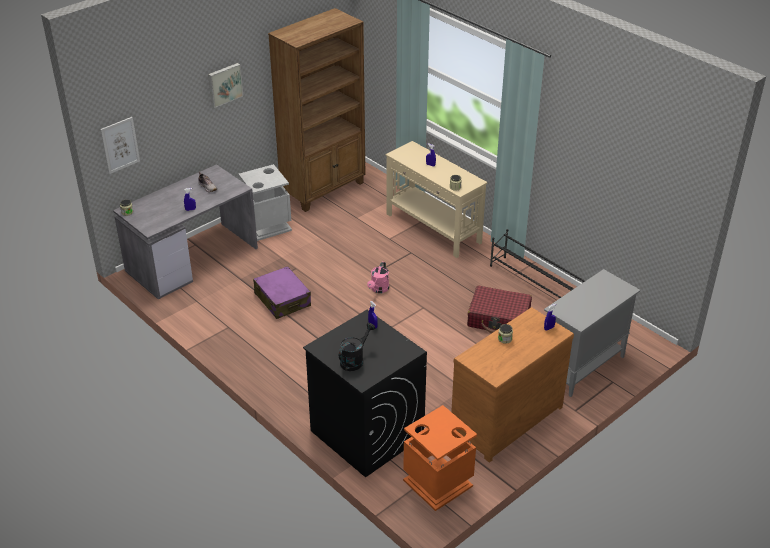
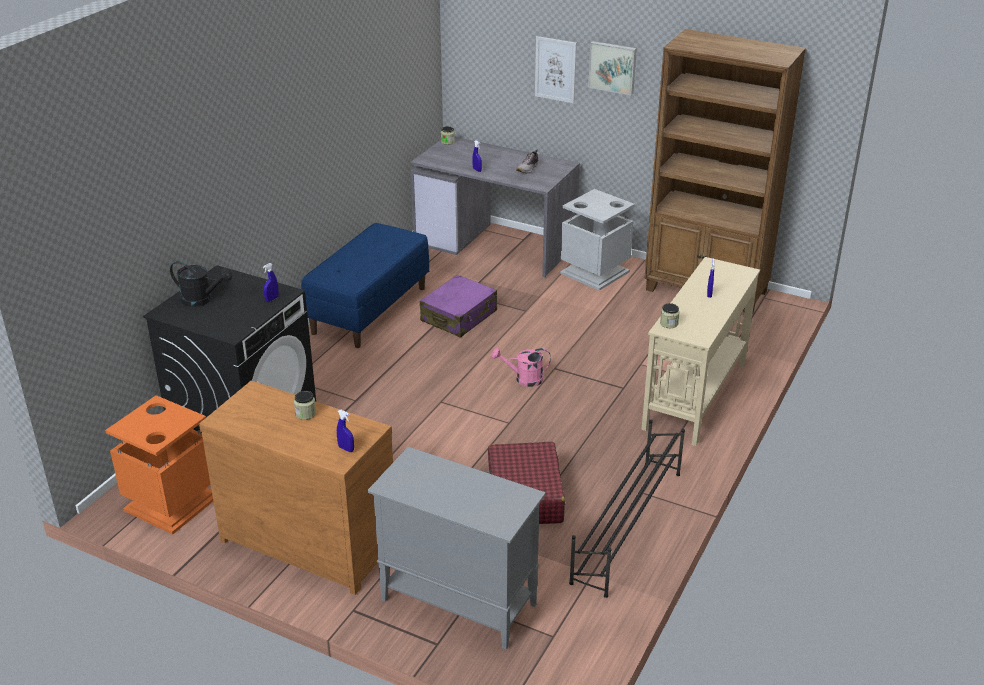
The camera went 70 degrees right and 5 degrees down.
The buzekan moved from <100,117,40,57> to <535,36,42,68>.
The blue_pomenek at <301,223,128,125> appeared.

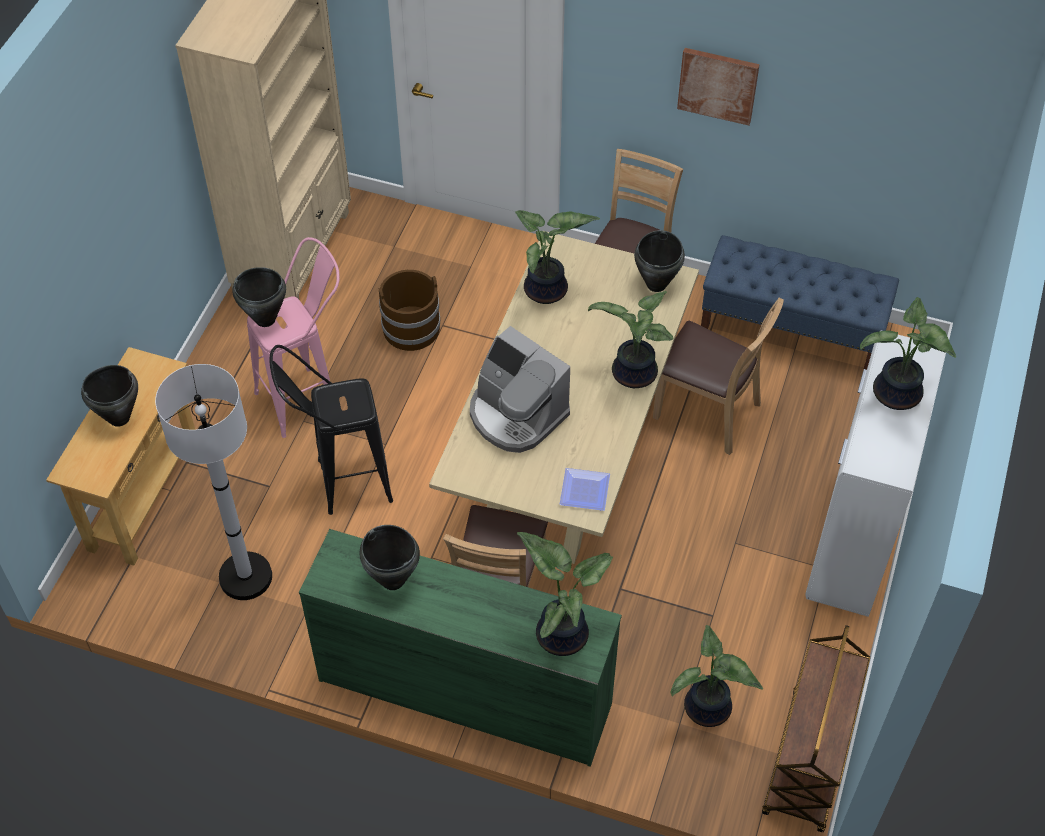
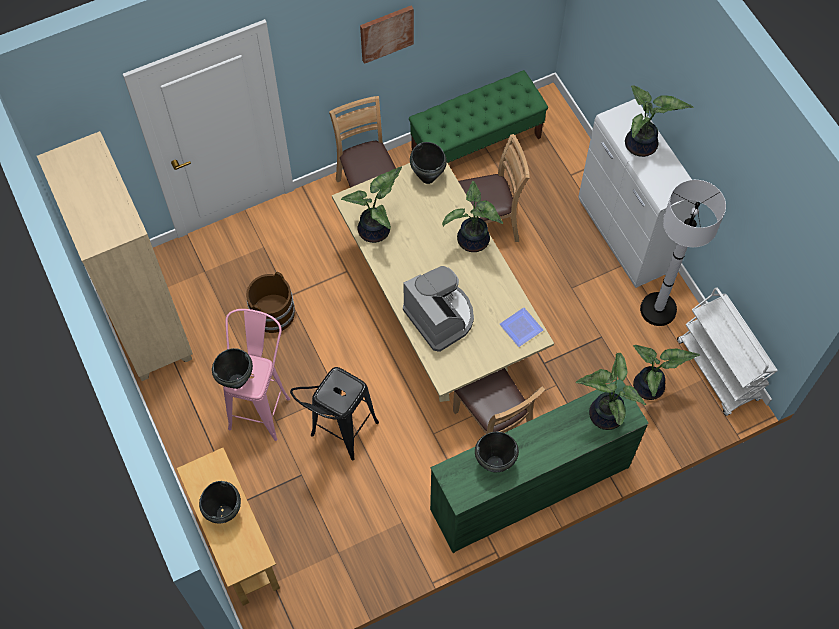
The camera went 45 degrees left and 10 degrees up.
The blue_pomenek at <701,235,198,135> became the green_pomenek at <409,70,139,93>.
The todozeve at <470,326,100,127> turned 120 degrees counterclockwise.
The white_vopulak moved from <155,364,117,236> to <640,180,86,146>.
The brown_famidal at <762,625,108,207> became the white_famidal at <677,287,100,129>.

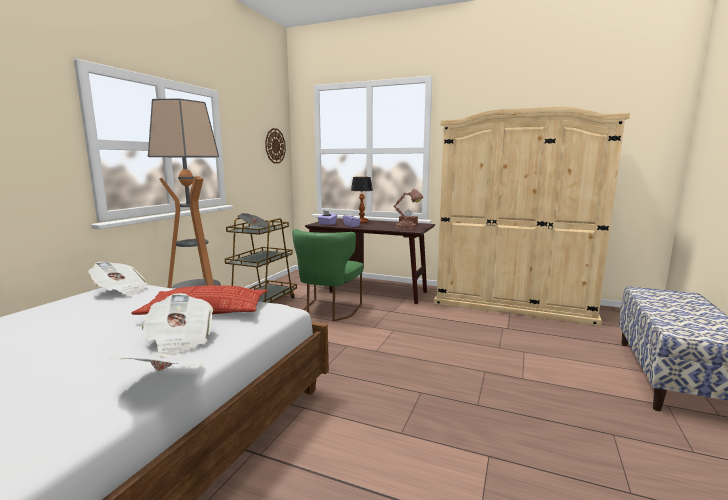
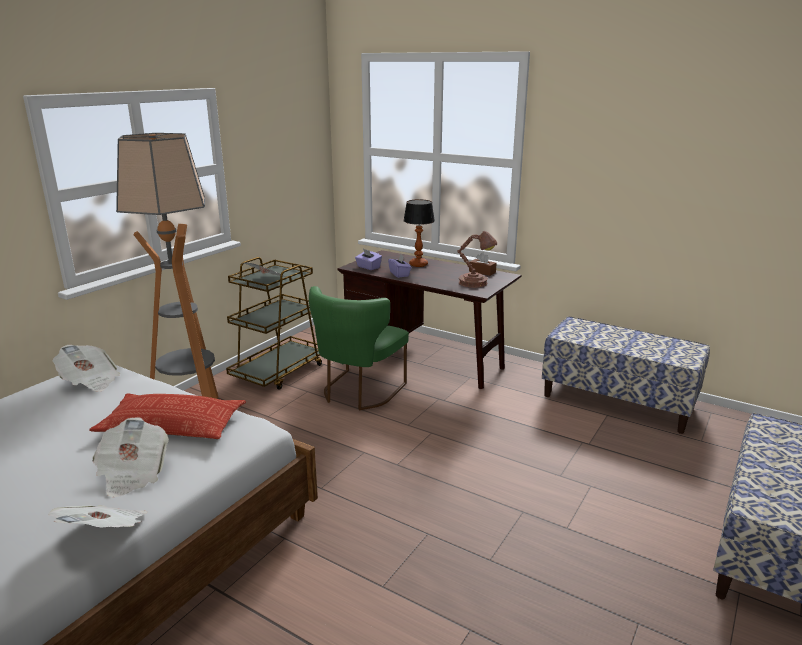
The camera went 10 degrees right and 10 degrees up.
The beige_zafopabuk at <434,107,196,219> was replaced by the pomenek at <542,317,168,117>.
The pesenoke at <265,128,21,36> disappeared.

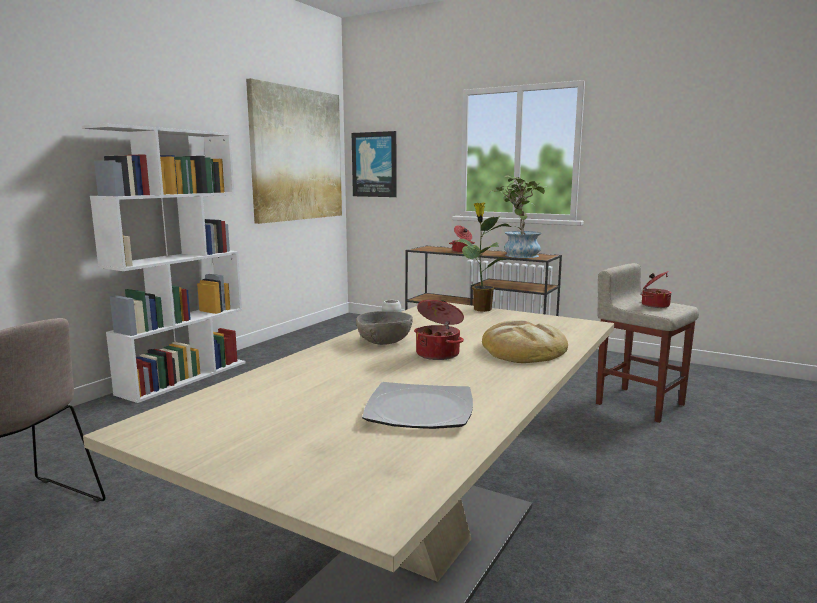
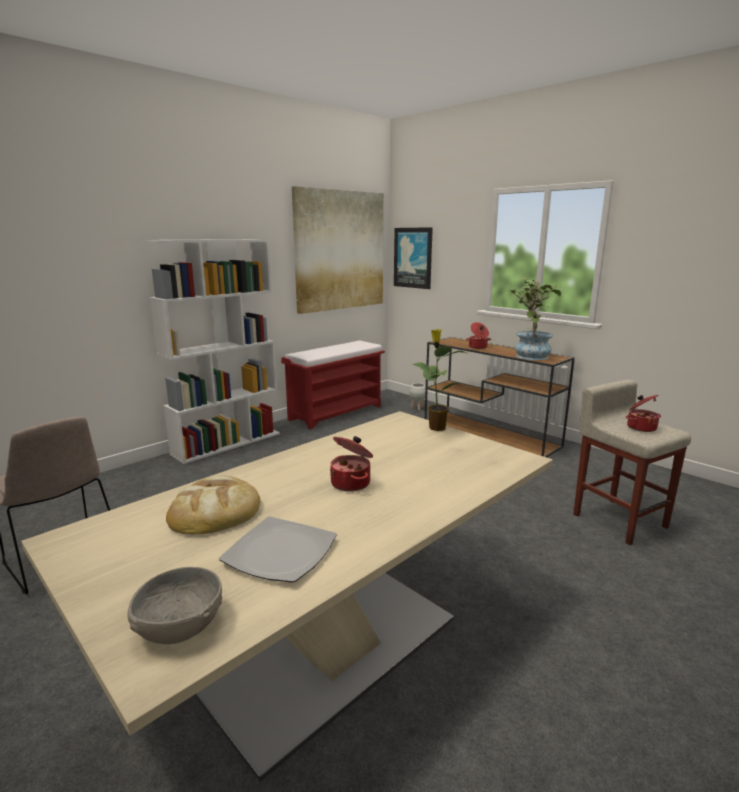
The camera went 15 degrees right and 5 degrees up.
The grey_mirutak moved from <356,311,57,34> to <127,567,95,77>.
The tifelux moved from <482,320,86,43> to <166,476,94,58>.
The red_pomenek at <281,340,104,89> appeared.

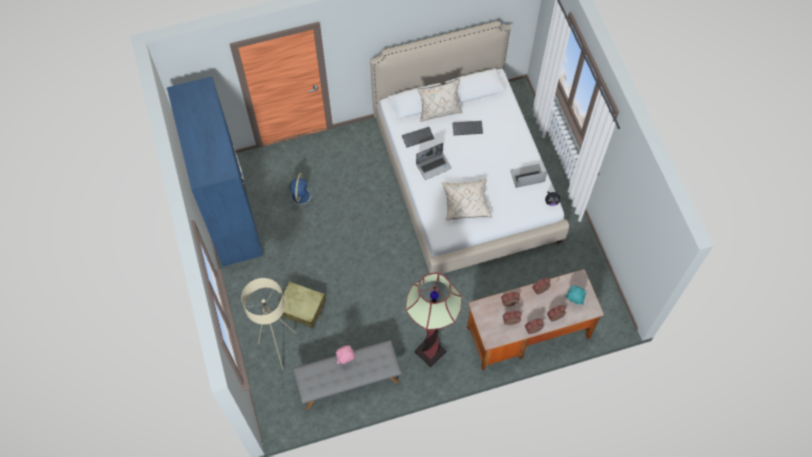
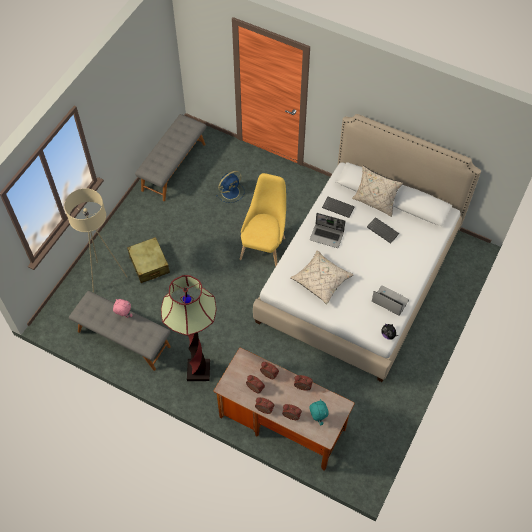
The camera went 45 degrees right and 5 degrees down.
The blue_zafopabuk at <167,76,96,191> was replaced by the grey_pomenek at <135,114,71,87>.
The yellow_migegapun at <240,173,46,94> appeared.

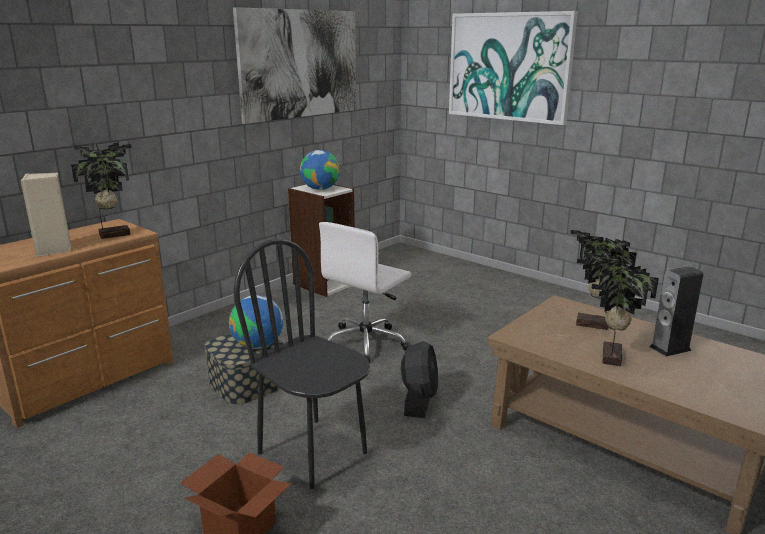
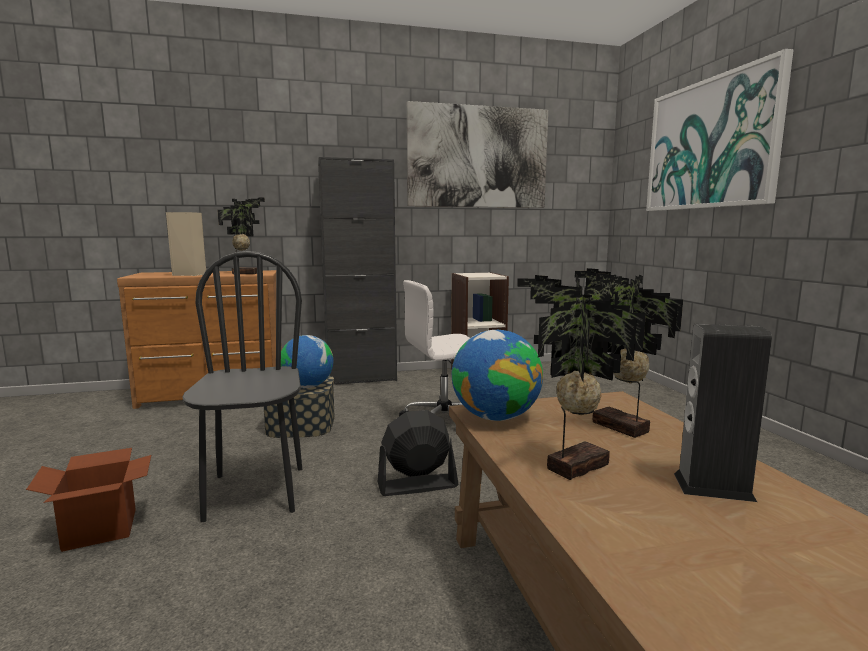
The camera went 35 degrees right and 10 degrees down.
The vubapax moved from <300,150,40,40> to <452,330,91,91>.
The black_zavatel at <401,341,37,77> turned 150 degrees counterclockwise.
The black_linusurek at <318,157,79,228> appeared.

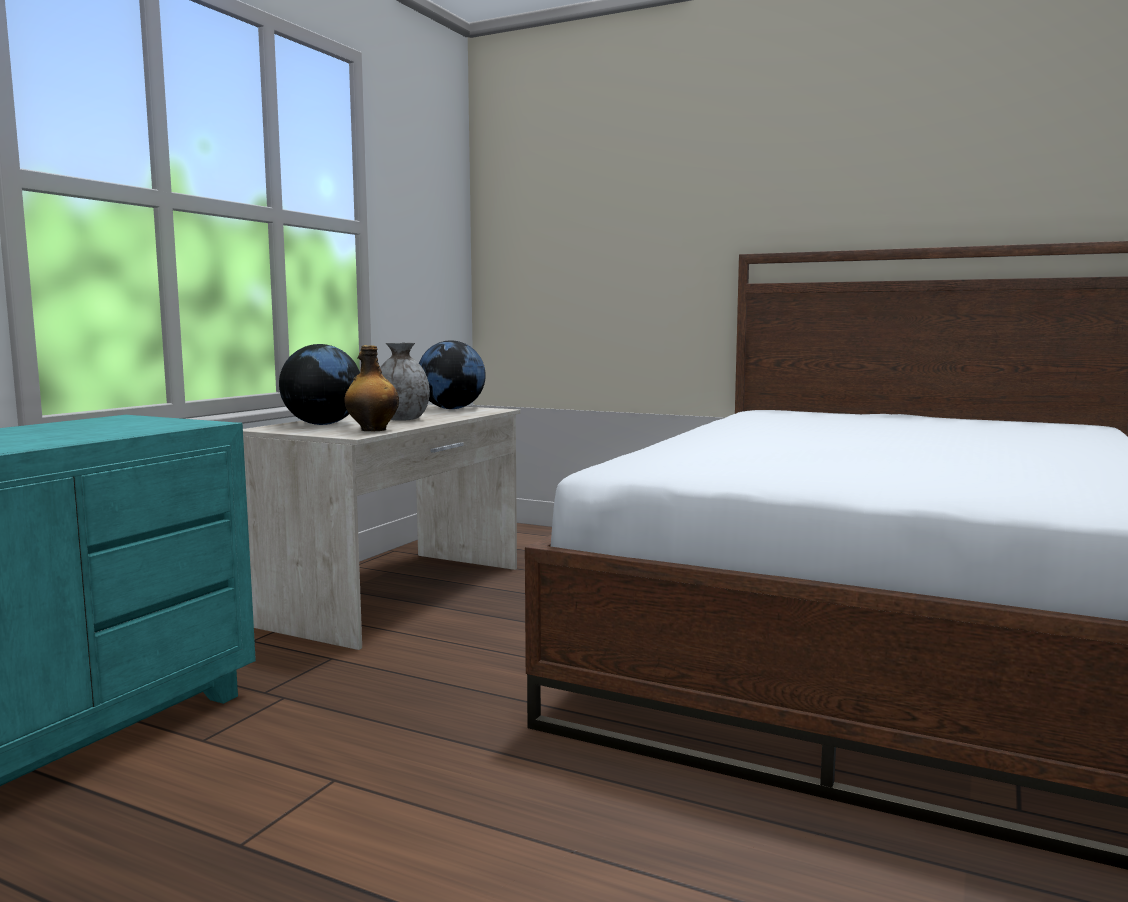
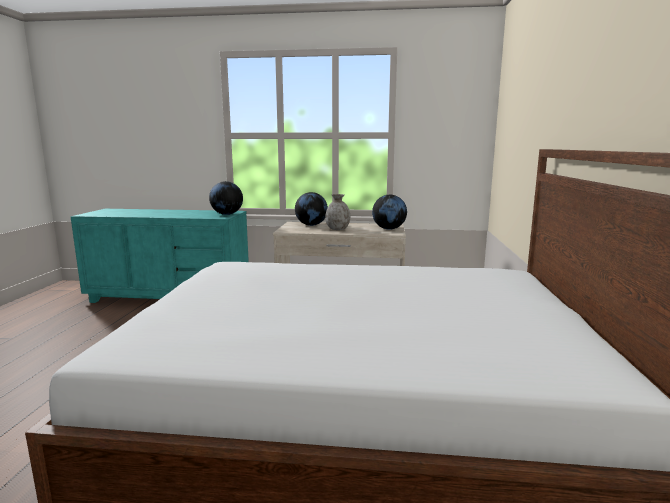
The camera went 70 degrees right and 5 degrees up.
The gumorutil at <344,345,55,86> disappeared.
The vubapax at <209,181,34,34> appeared.

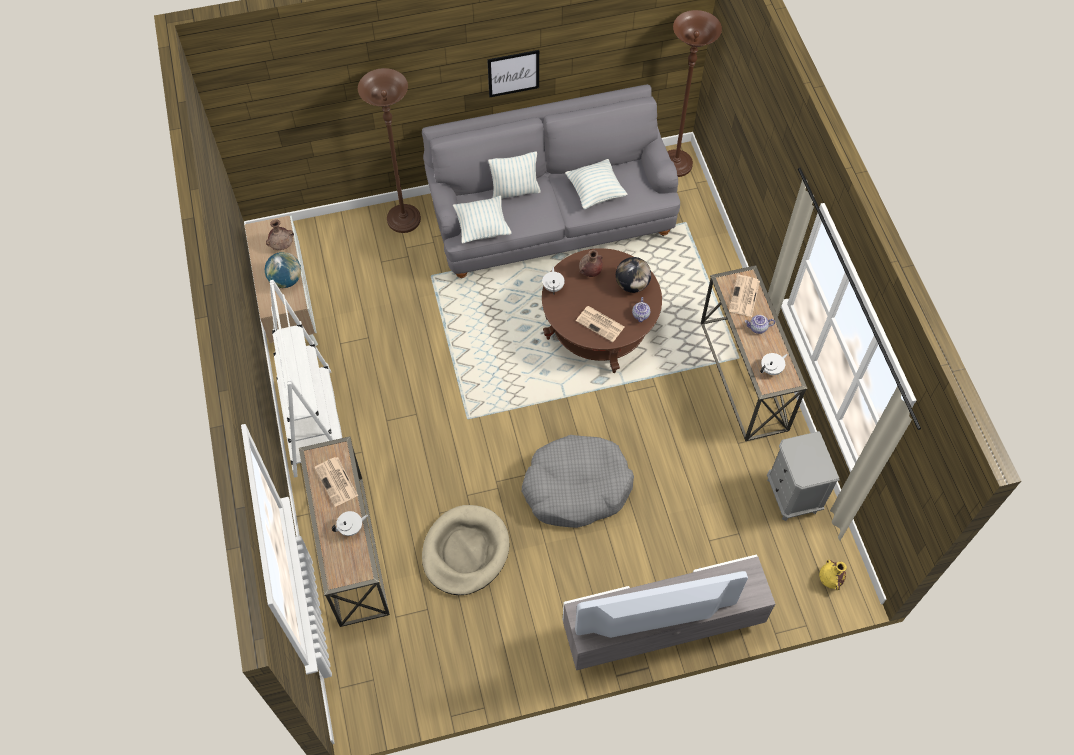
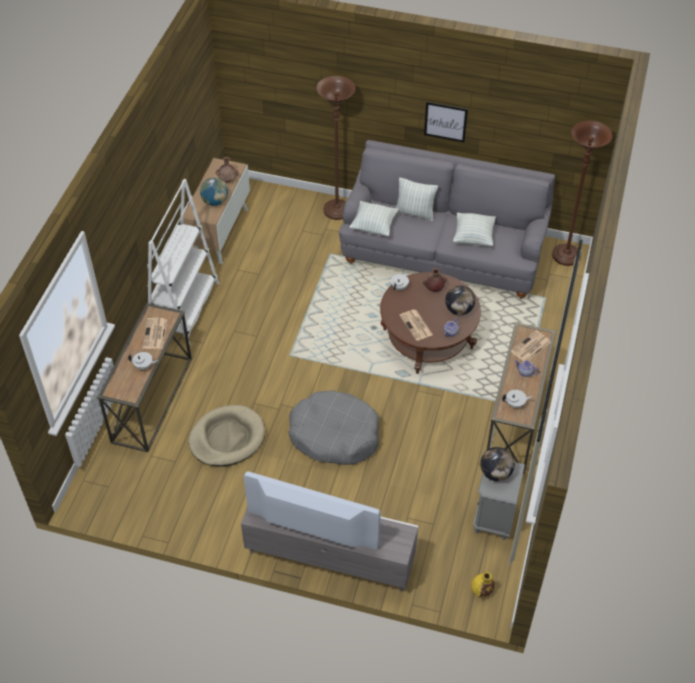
The camera went 30 degrees right and 10 degrees down.
The vubapax at <480,447,35,34> appeared.

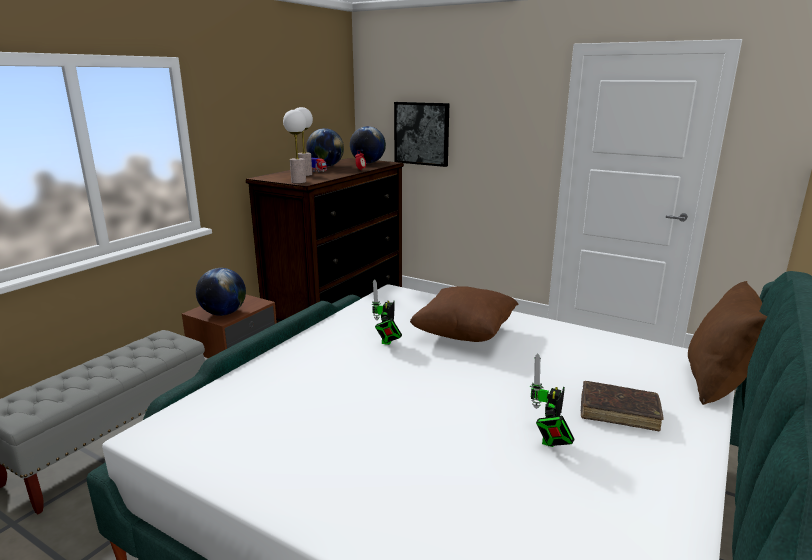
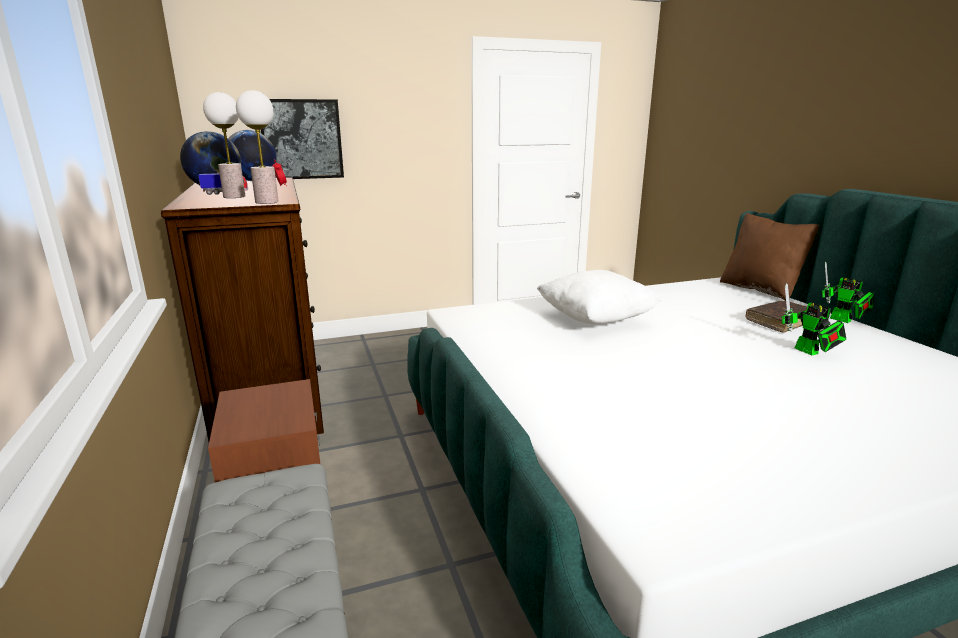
The camera went 50 degrees left and 0 degrees up.
The vubapax at <196,268,50,48> disappeared.
The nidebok moved from <371,279,31,66> to <822,262,52,61>.
The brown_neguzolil at <410,286,109,56> became the white_neguzolil at <537,270,126,54>.

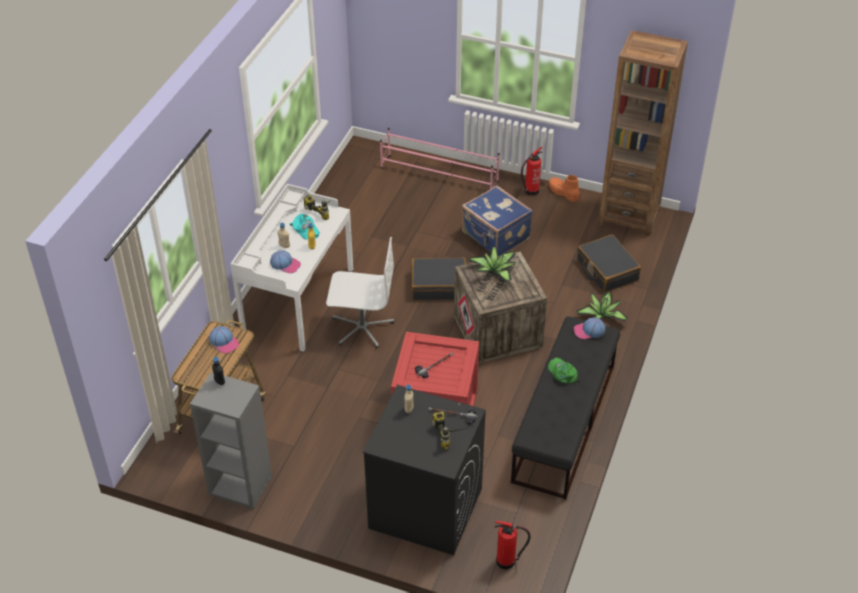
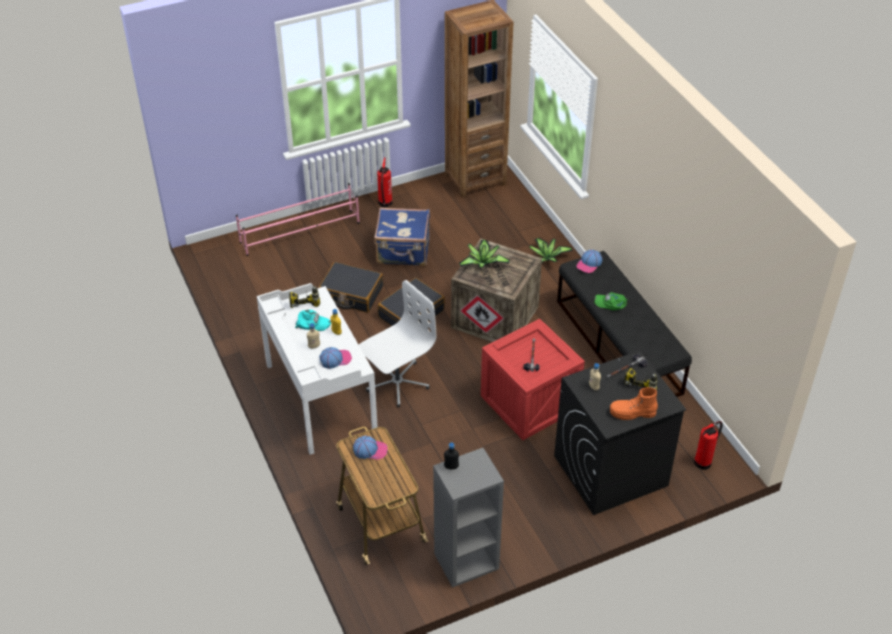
The camera went 45 degrees left and 0 degrees up.
The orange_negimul moved from <549,175,31,27> to <610,387,48,33>.
The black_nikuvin moved from <577,234,64,59> to <319,262,64,51>.

